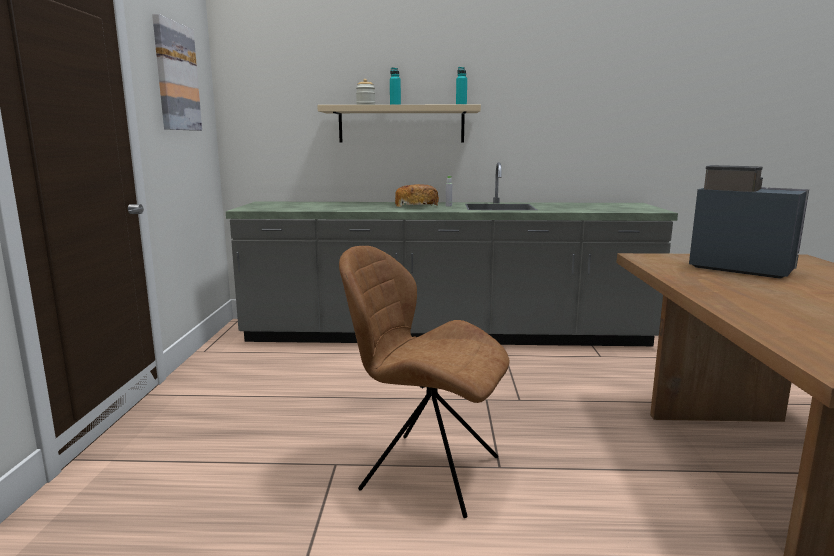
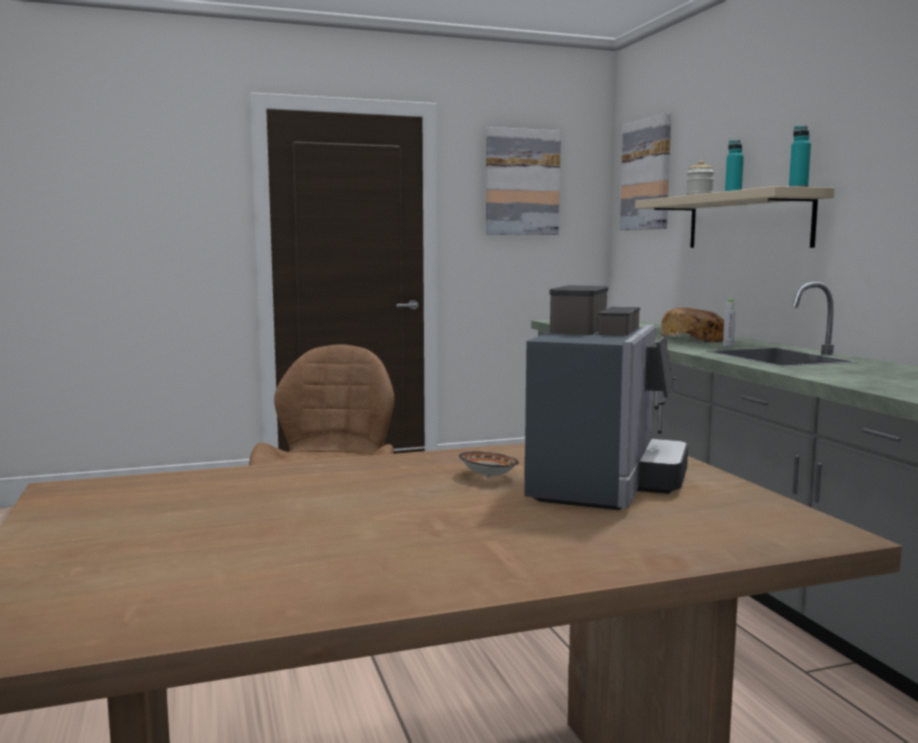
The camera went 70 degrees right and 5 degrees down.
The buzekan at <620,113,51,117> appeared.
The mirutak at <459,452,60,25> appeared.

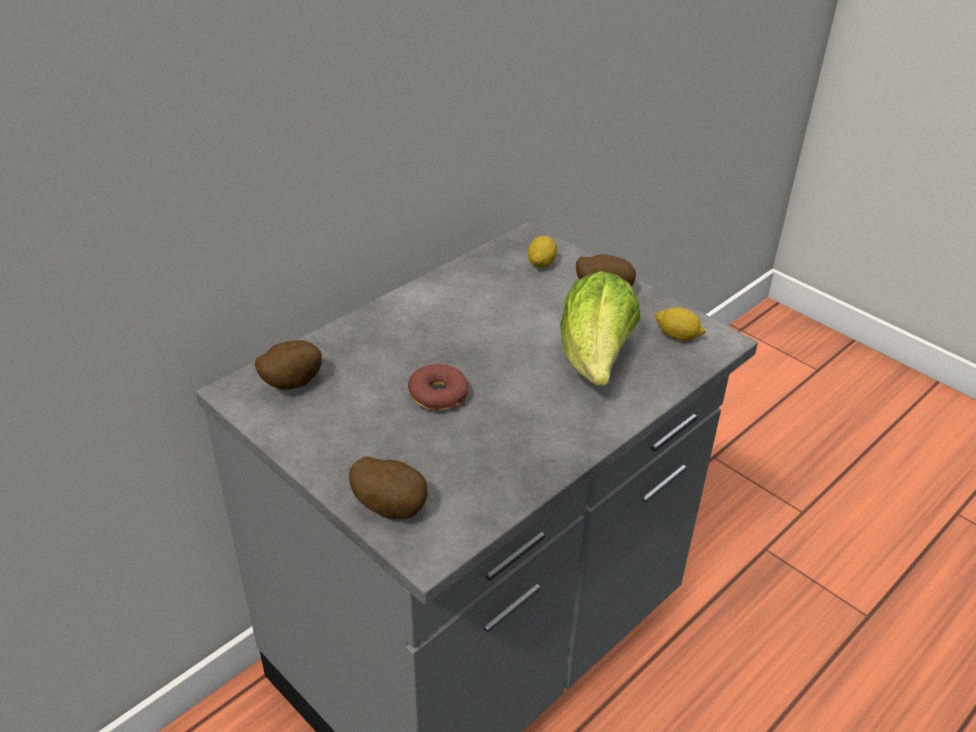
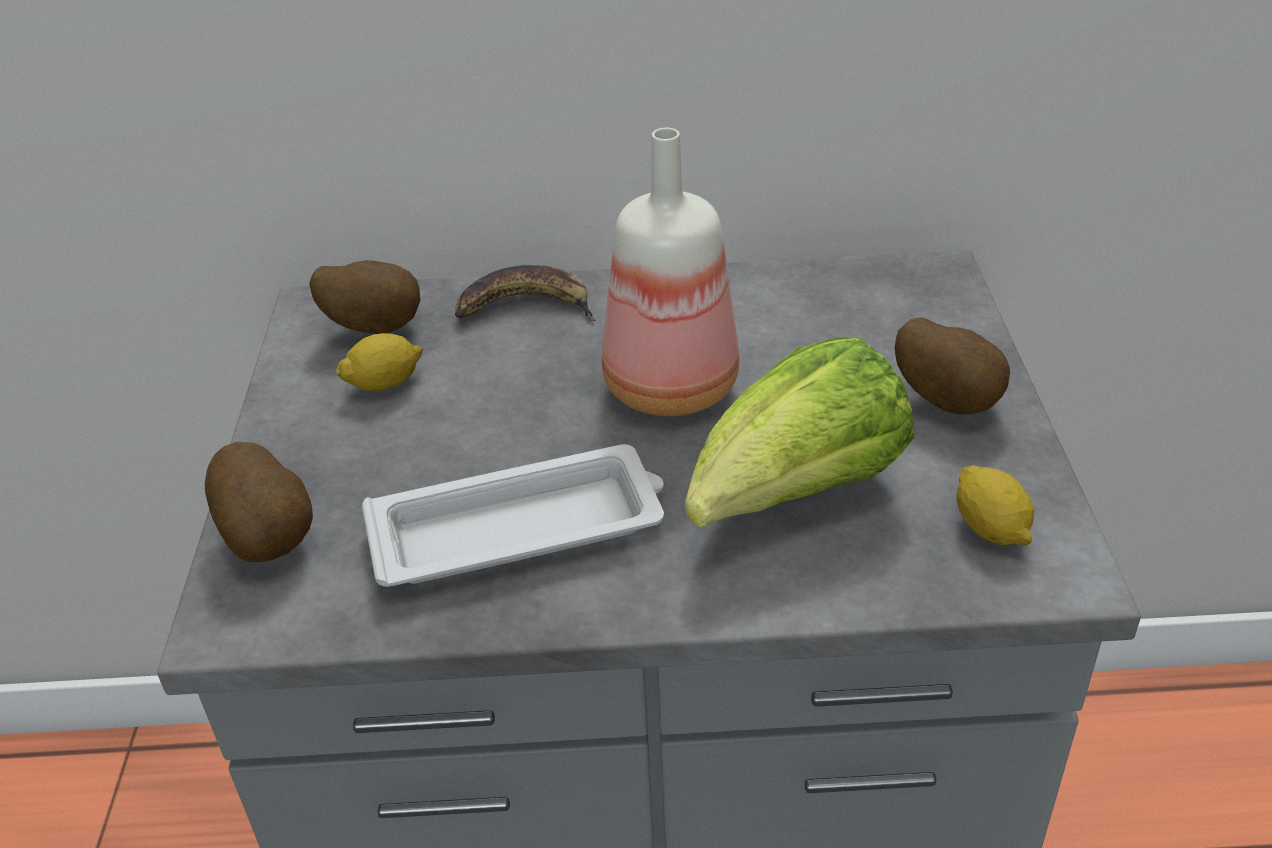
The camera went 45 degrees right and 0 degrees up.
The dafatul moved from <527,236,30,32> to <335,333,88,58>.
The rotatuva at <408,364,61,47> disappeared.
The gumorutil at <602,128,137,288> appeared.
The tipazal at <455,265,140,56> appeared.
The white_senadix at <362,444,302,143> appeared.

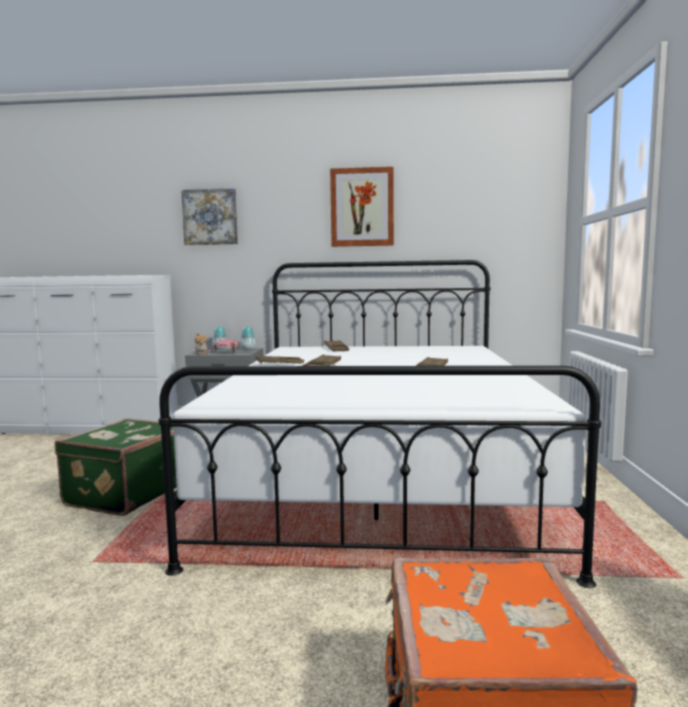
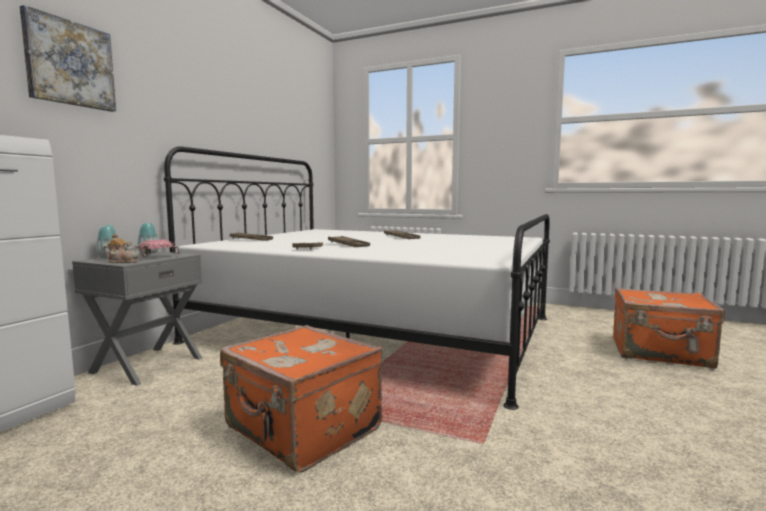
The camera went 70 degrees left and 0 degrees up.
The buzekan at <330,167,64,80> disappeared.
The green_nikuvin at <55,418,122,98> became the orange_nikuvin at <220,325,162,147>.

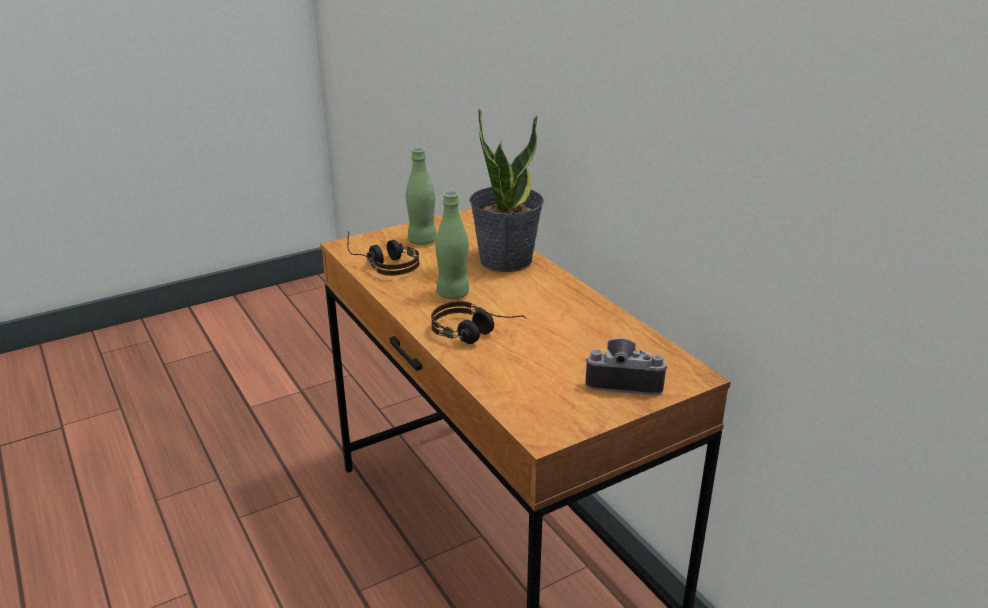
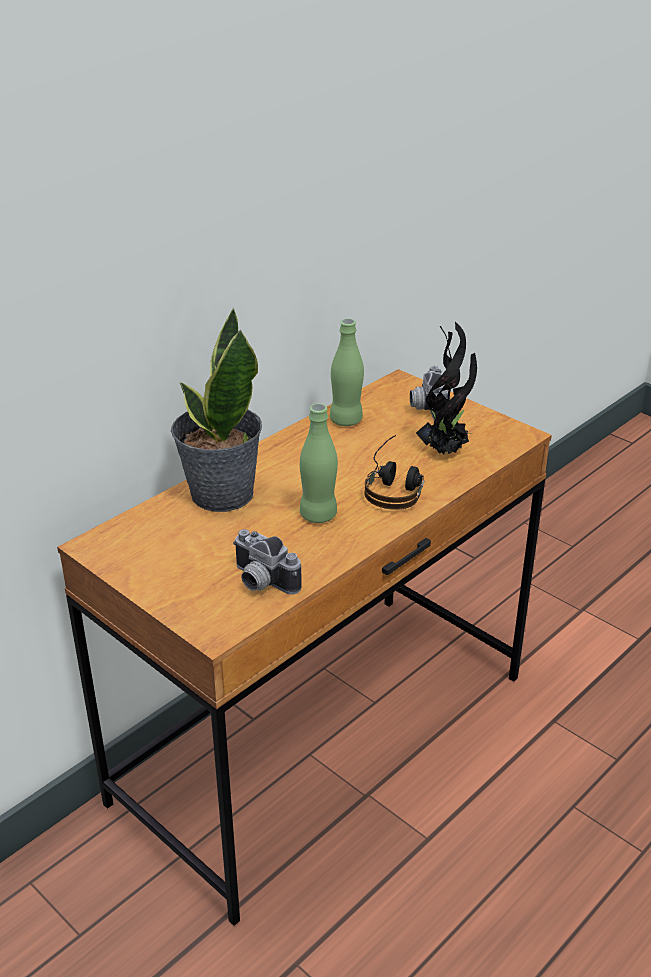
The camera went 105 degrees left and 5 degrees up.
The green_gumorutil moved from <406,147,31,98> to <330,319,34,107>.
The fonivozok at <347,232,72,44> was replaced by the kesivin at <233,529,69,66>.
The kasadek at <416,322,61,133> appeared.

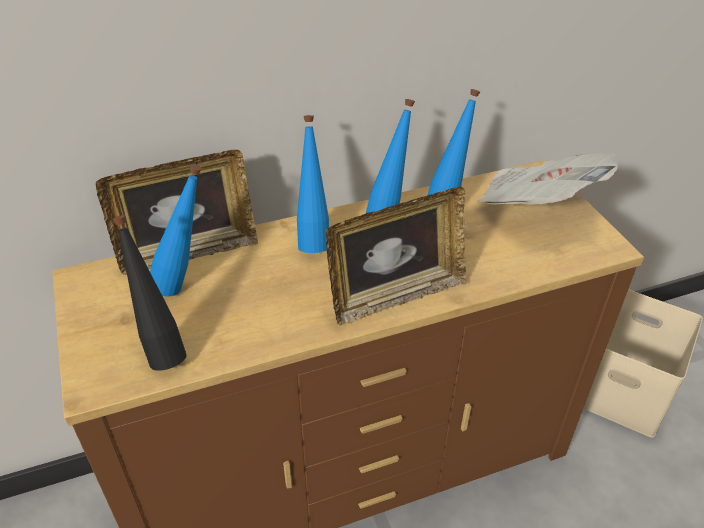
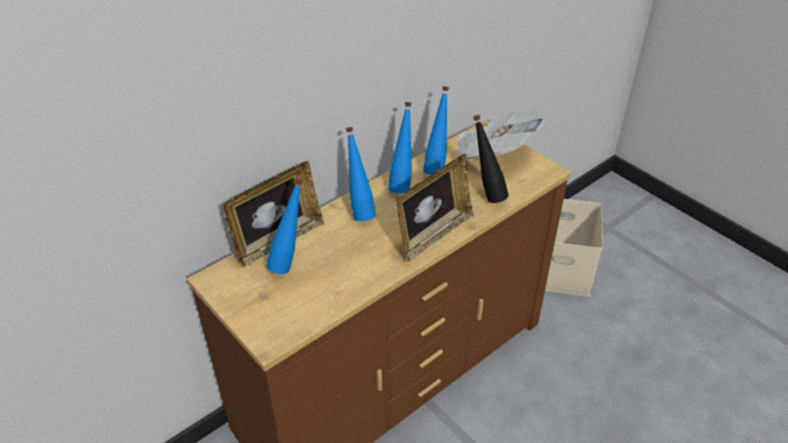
The camera went 20 degrees left and 0 degrees up.
The black_gumorutil moved from <113,215,74,156> to <473,115,35,88>.

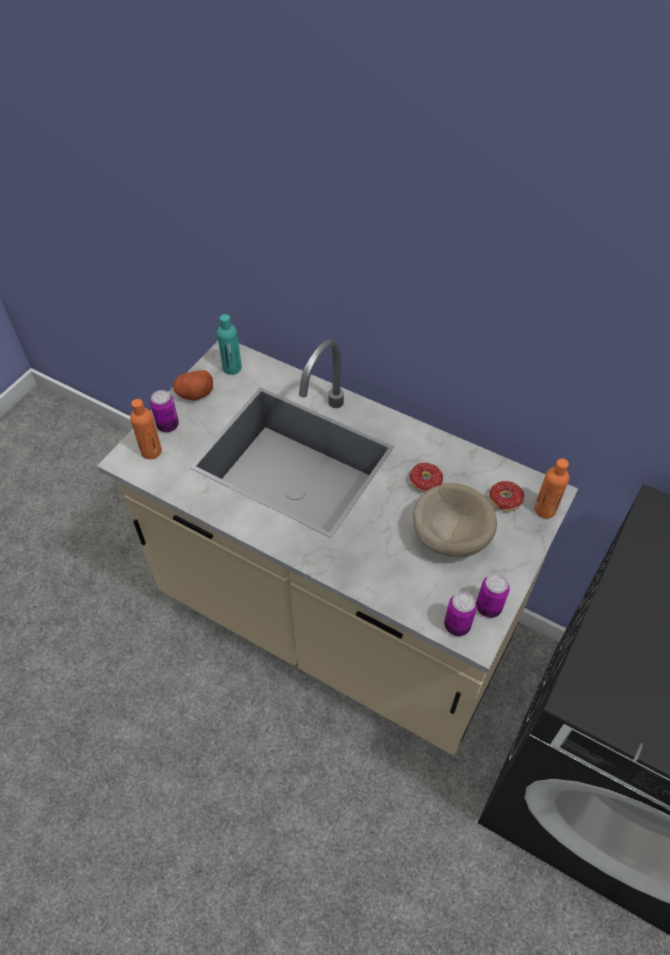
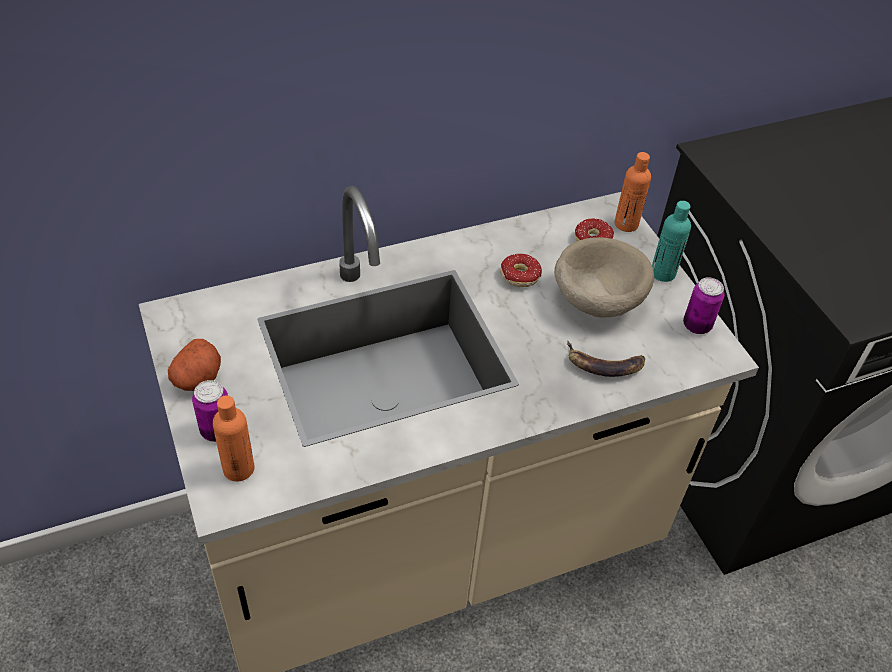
The camera went 55 degrees left and 5 degrees down.
The turquoise_gumorutil moved from <217,314,25,61> to <652,201,39,81>.
The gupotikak at <444,592,33,44> disappeared.
The tipazal at <567,340,78,37> appeared.

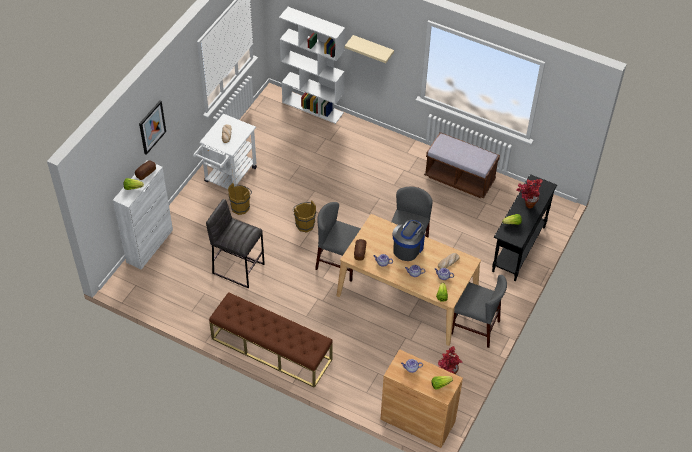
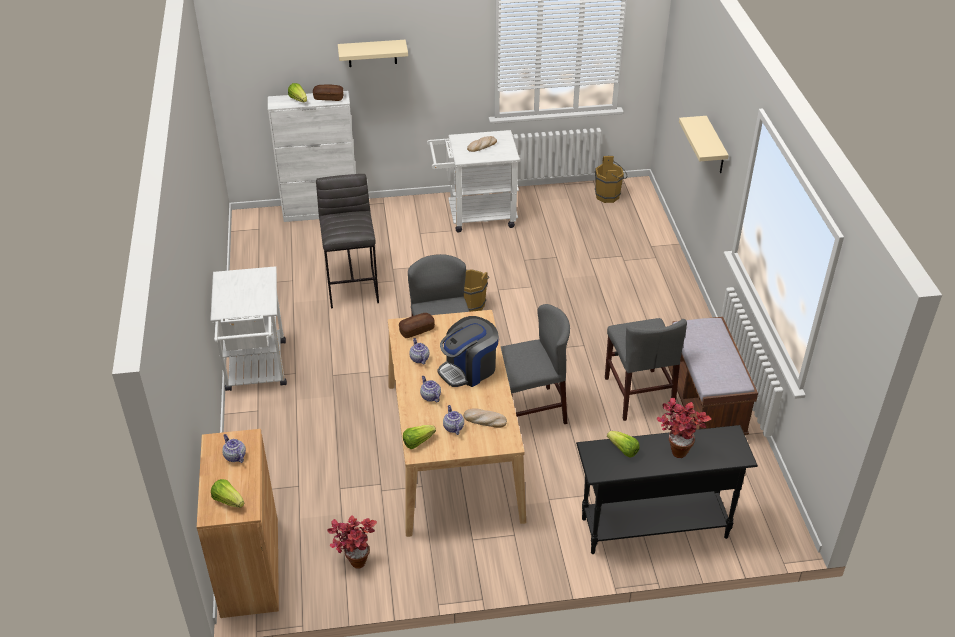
The camera went 55 degrees right and 10 degrees down.
The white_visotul at <279,7,66,117> disappeared.
The buzekan at <139,100,27,55> was replaced by the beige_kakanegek at <338,40,70,27>.
The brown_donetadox moved from <228,183,24,32> to <595,156,32,47>.
The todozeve at <392,220,33,41> turned 150 degrees clockwise.
The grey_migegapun moved from <452,275,55,73> to <605,318,82,103>.
The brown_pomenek at <209,292,124,96> was replaced by the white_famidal at <210,266,77,125>.

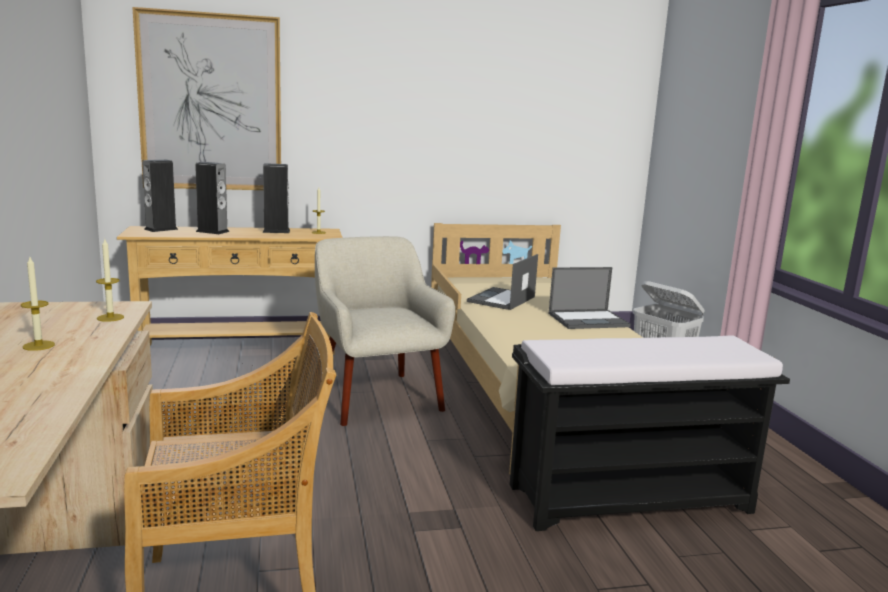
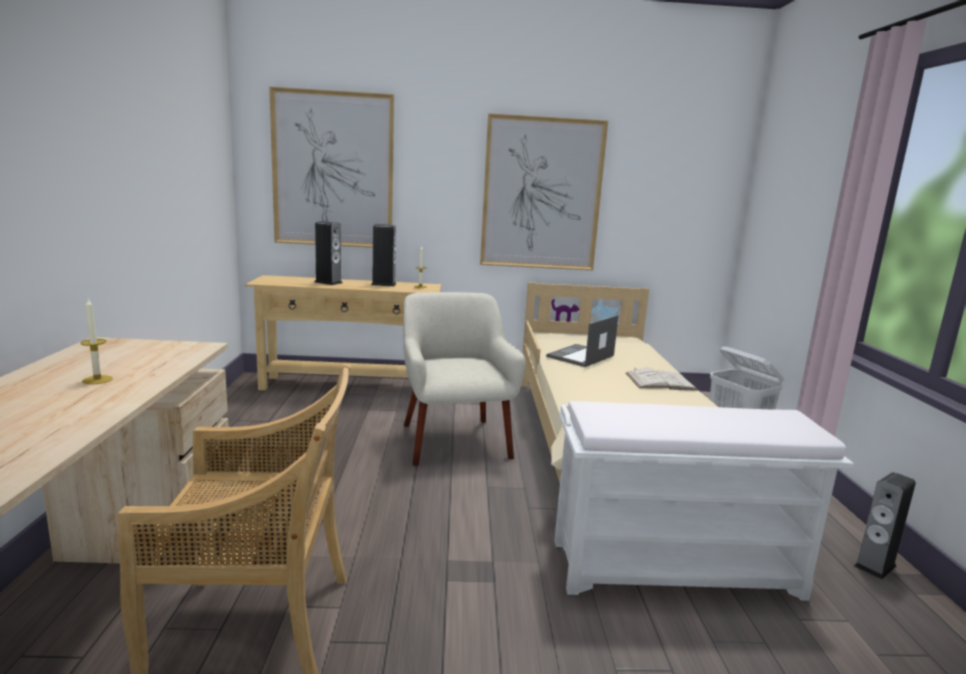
The camera went 10 degrees right and 0 degrees up.
The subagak moved from <142,160,36,72> to <854,472,62,108>.
The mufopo at <96,239,28,83> disappeared.
The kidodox at <549,267,82,62> was replaced by the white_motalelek at <626,368,72,23>.
The black_pomenek at <509,335,281,196> became the white_pomenek at <554,401,300,200>.
The buzekan at <480,113,128,157> appeared.

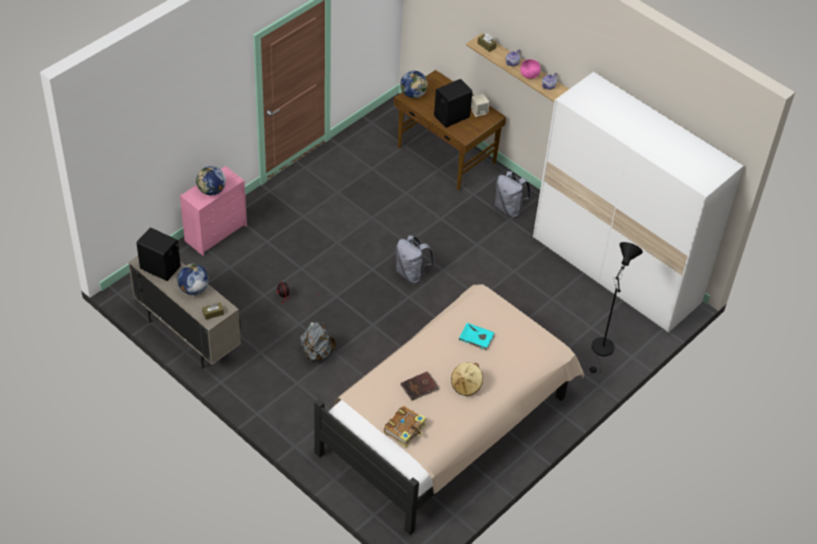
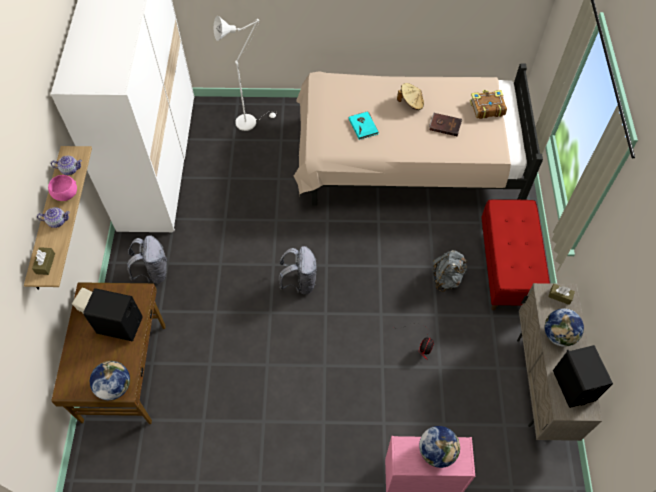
The camera went 130 degrees left and 10 degrees up.
The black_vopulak at <589,242,54,133> became the white_vopulak at <214,16,63,115>.
The red_pomenek at <481,199,69,111> appeared.

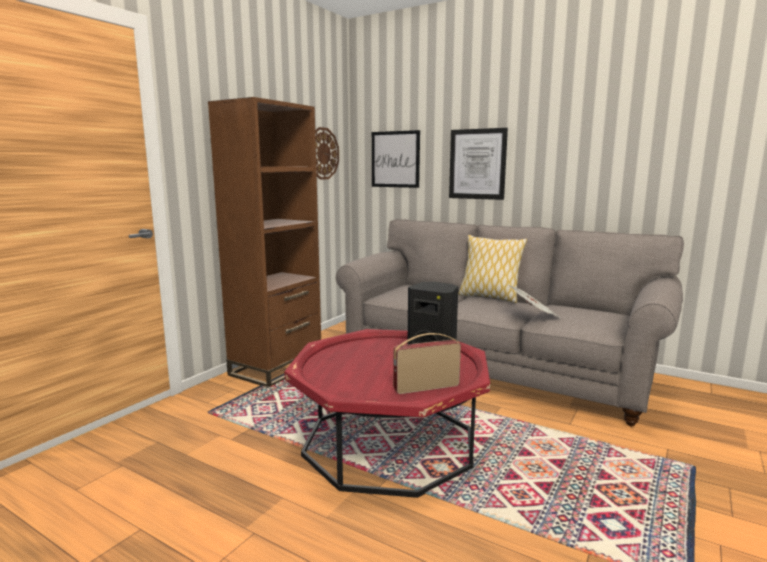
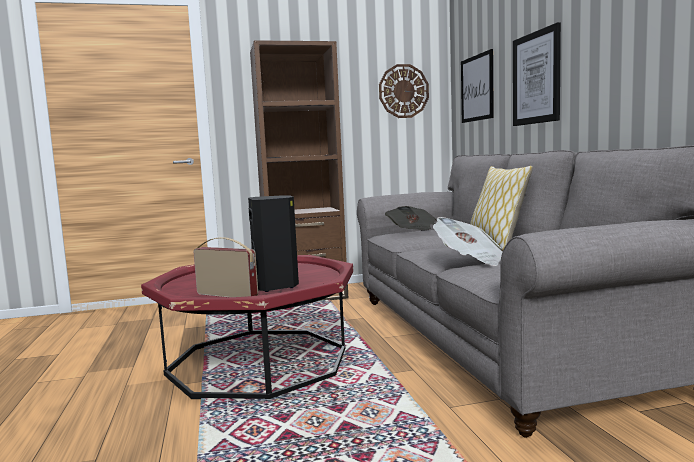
The camera went 45 degrees right and 5 degrees down.
The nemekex at <385,206,52,24> appeared.

